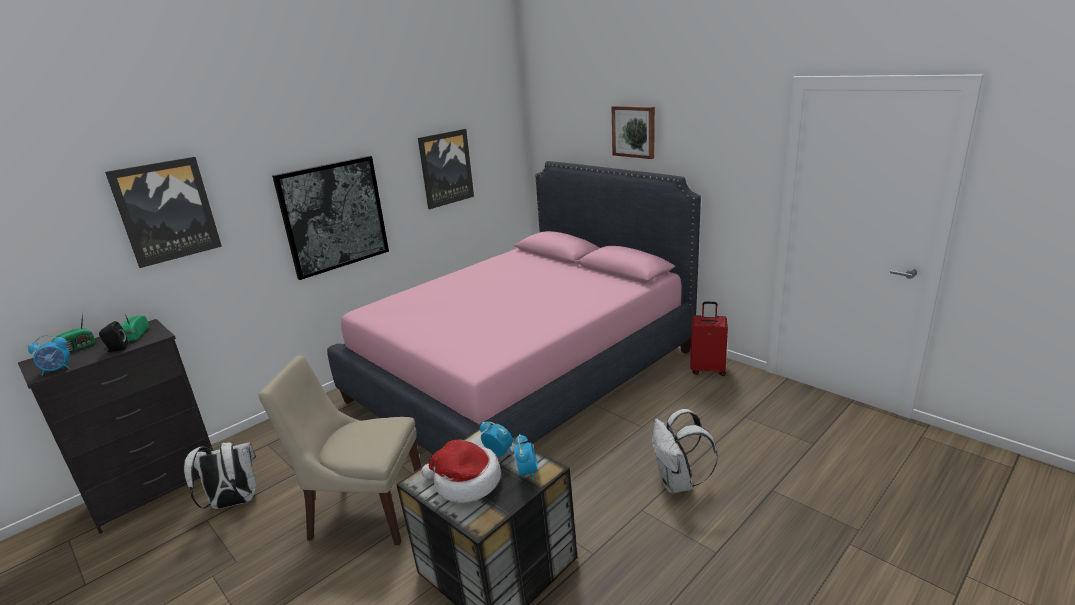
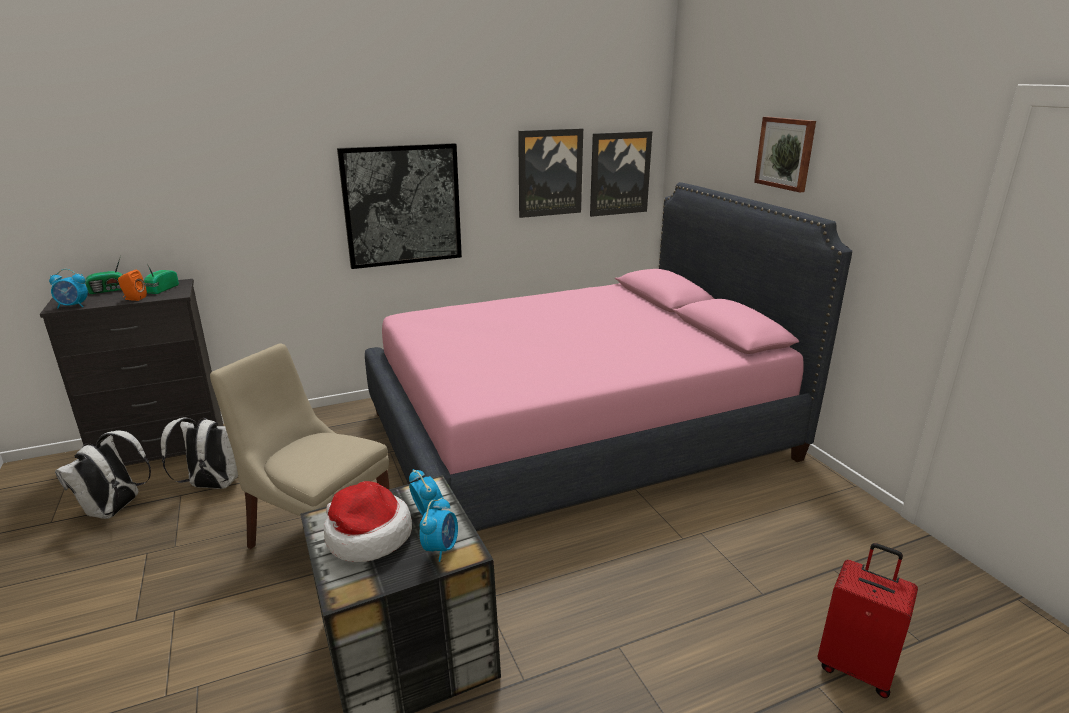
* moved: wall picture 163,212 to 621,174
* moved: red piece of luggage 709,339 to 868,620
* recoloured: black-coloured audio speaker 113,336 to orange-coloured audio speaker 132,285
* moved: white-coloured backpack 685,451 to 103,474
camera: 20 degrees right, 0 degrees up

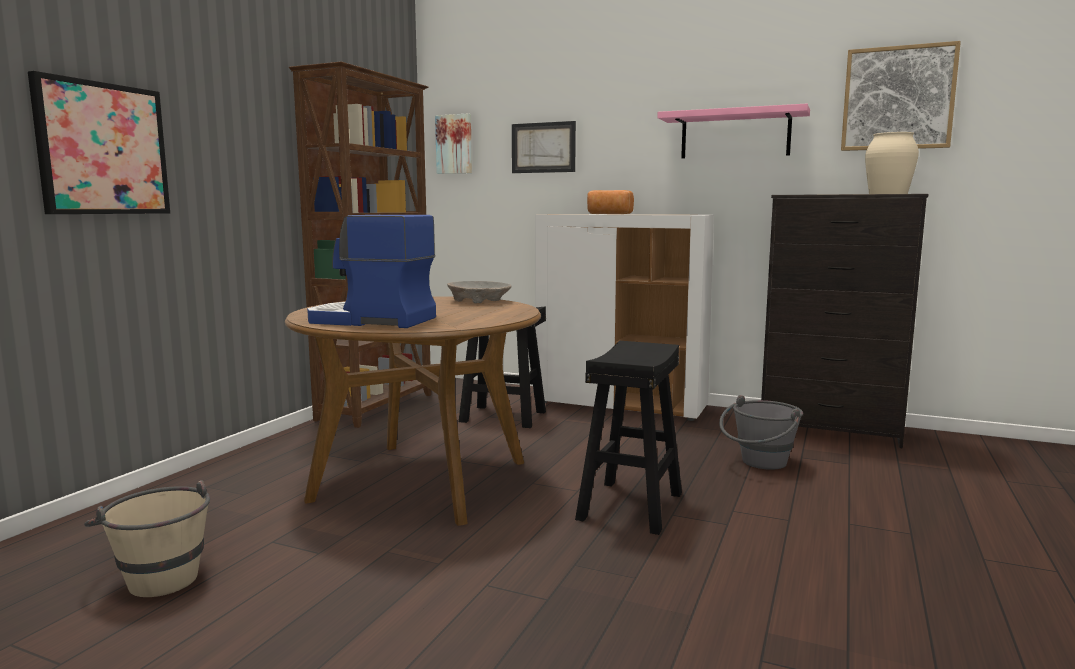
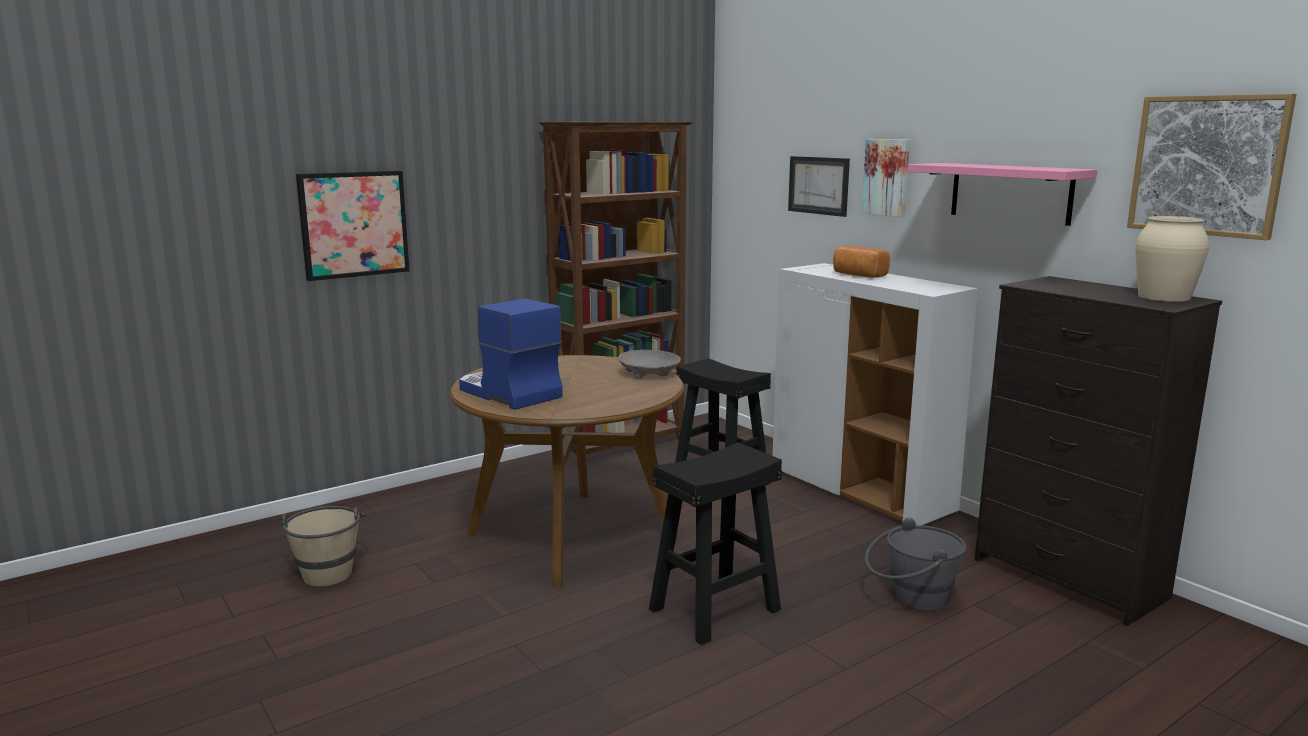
* moved: wall picture 453,144 to 886,178
camera: 30 degrees right, 5 degrees up

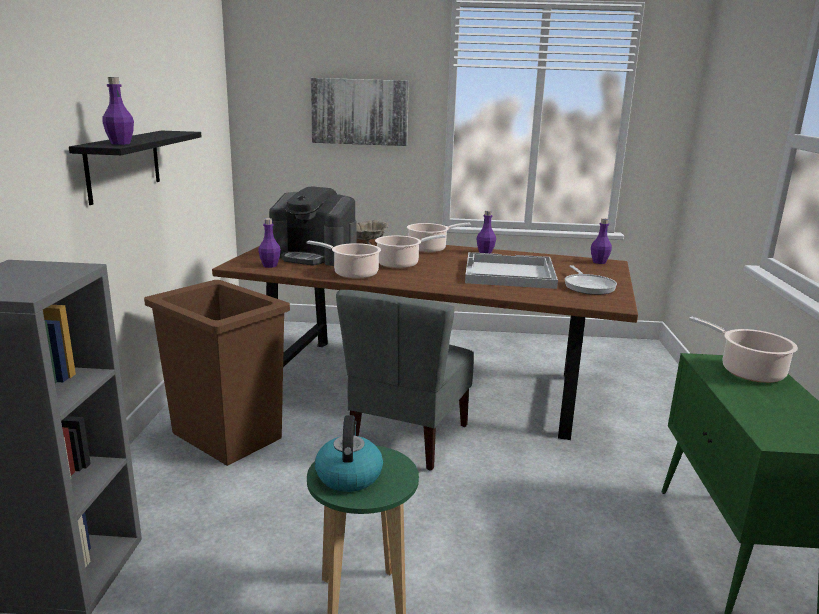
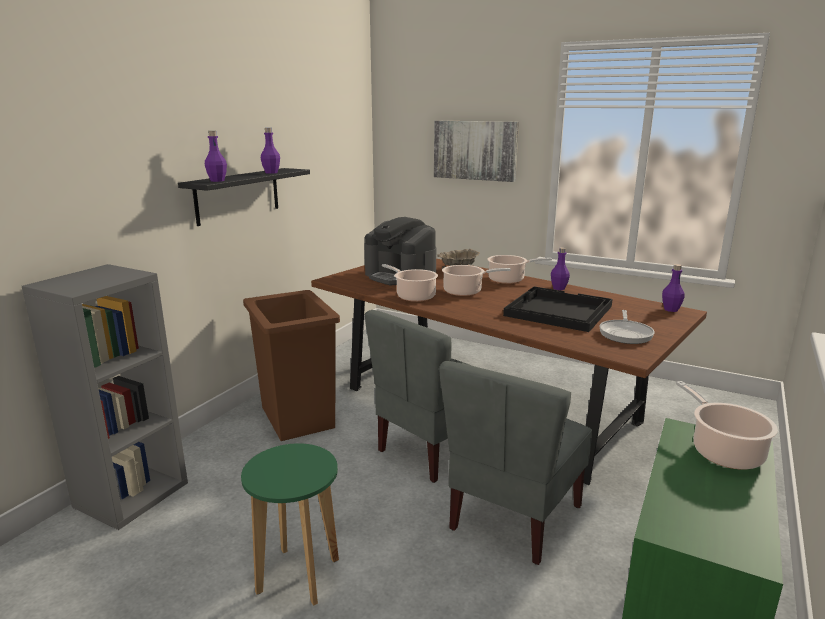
* moved: purplish drink bottle 269,243 to 270,151
* recoloured: white-coloured carrying tray 511,270 to black-coloured carrying tray 558,309
* removed: water kettle 349,453
* added: grey chair 515,463
camera: 25 degrees right, 0 degrees up

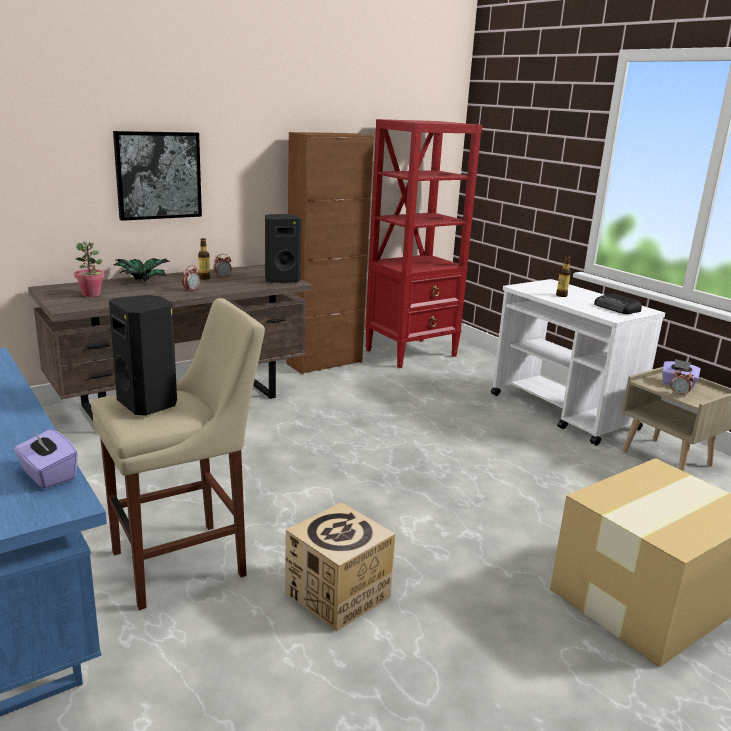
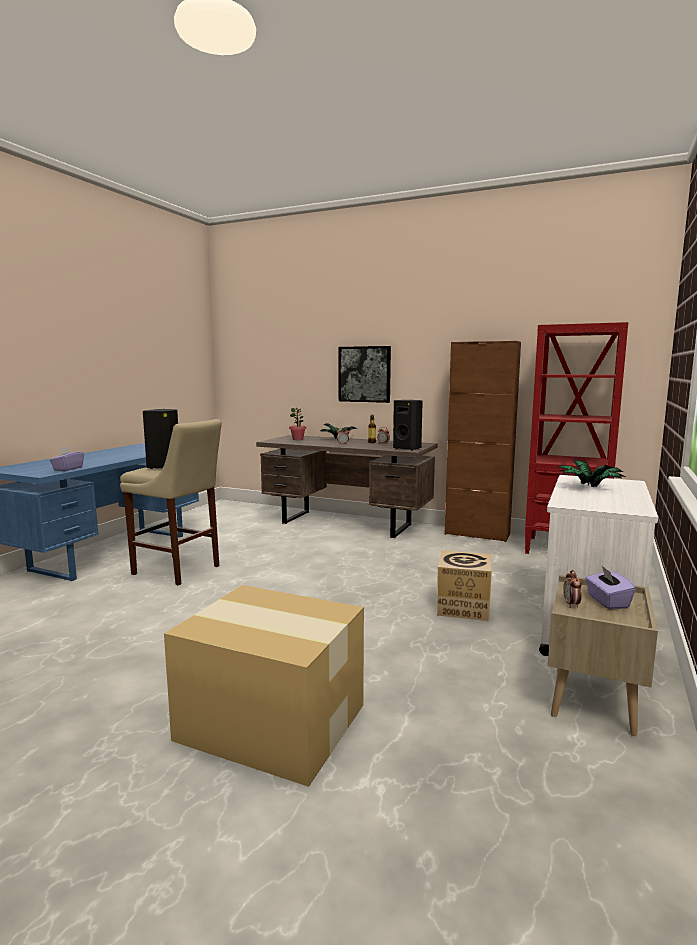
* replaced: drink bottle 563,276 to houseplant 590,473
* removed: radio receiver 618,303
* moved: cardboard box 340,566 to 464,585
camera: 60 degrees right, 10 degrees down

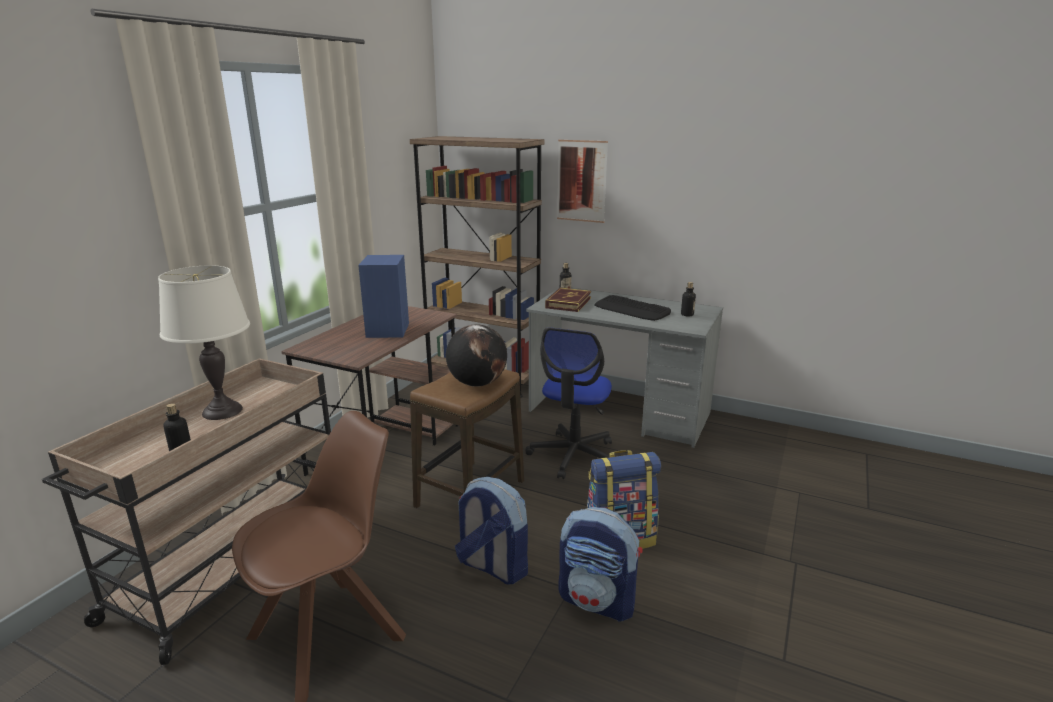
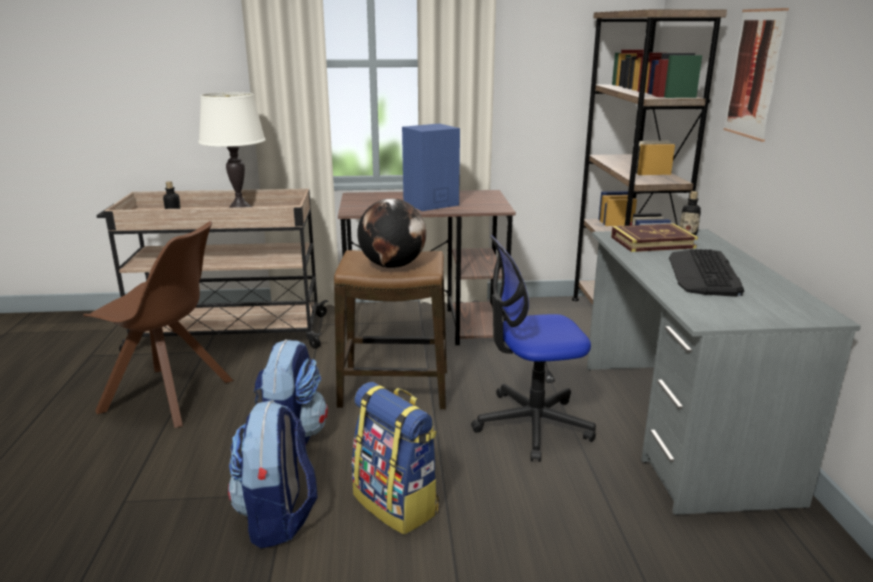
* removed: drink bottle 688,299
camera: 60 degrees right, 0 degrees up

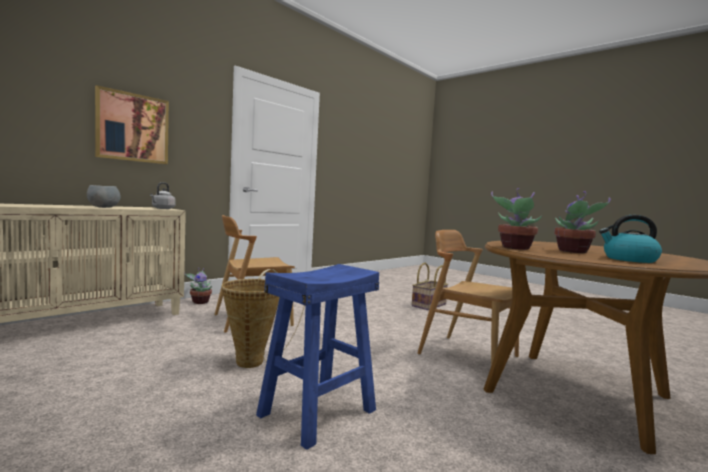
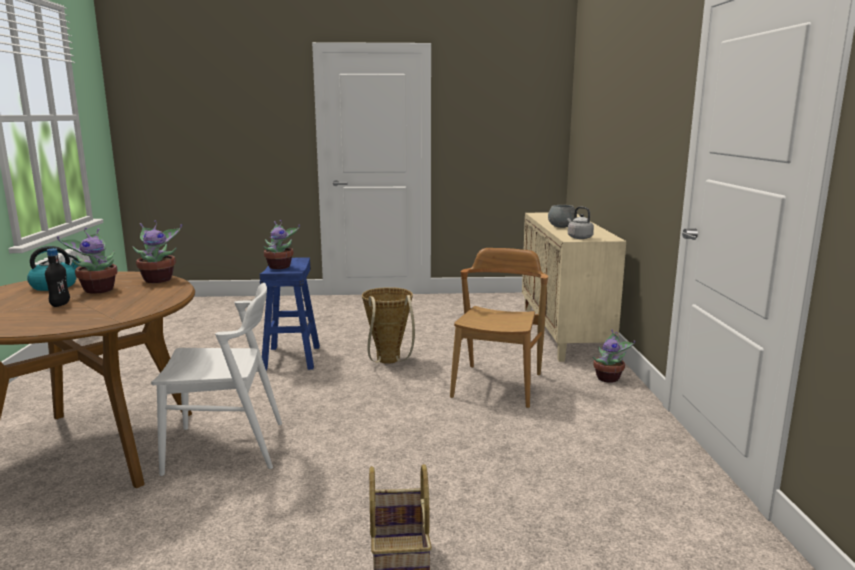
* removed: wall picture 132,124
* recoloured: brown-coloured chair 468,298 to white-coloured chair 216,379
* added: houseplant 281,244
* added: black-coloured drink bottle 57,277
camera: 135 degrees right, 10 degrees up

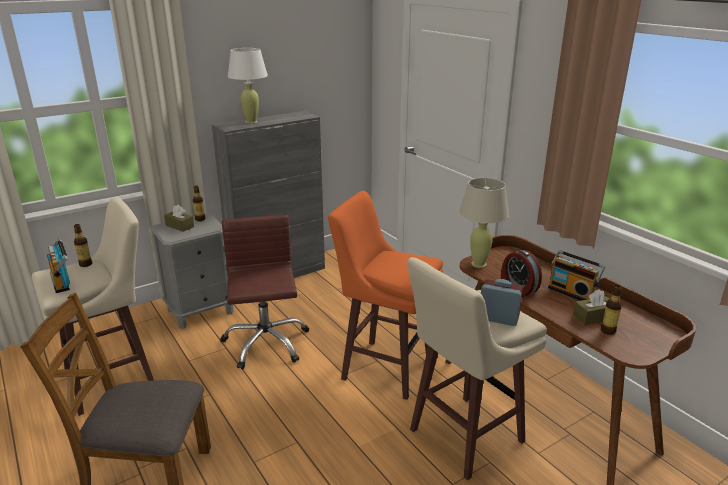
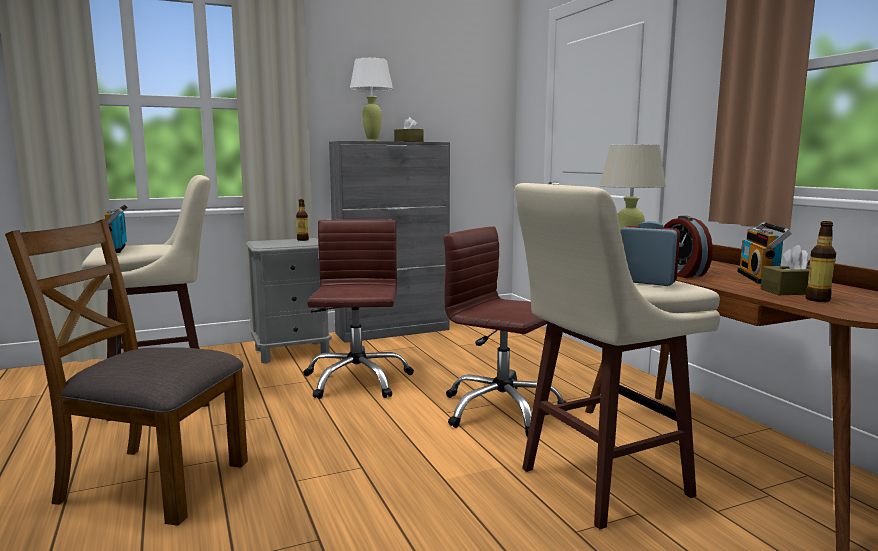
* replaced: orange-coloured stool seat 385,295 to brown-coloured computer chair 504,331
* moved: brown-coloured tissue holder 179,218 to 409,129
* removed: drink bottle 83,245
* turned: radio receiver 576,275 = 764,253 45 degrees clockwise
camera: 10 degrees right, 15 degrees down

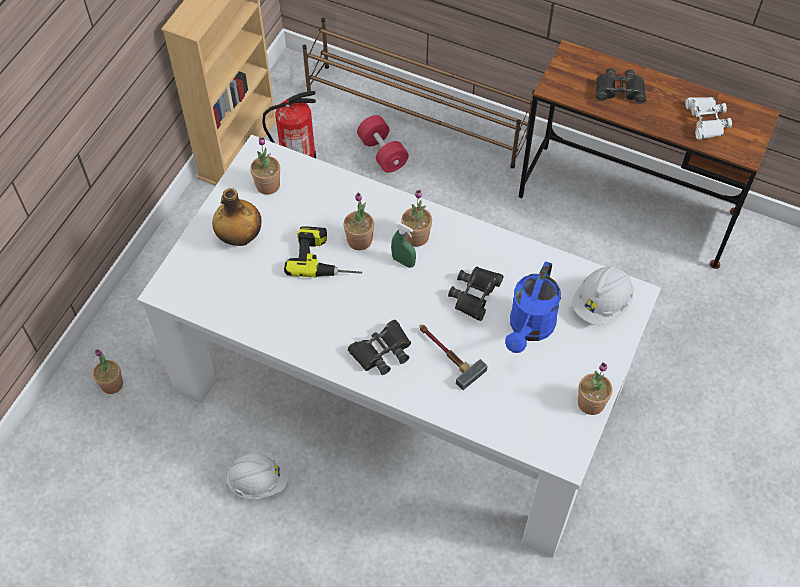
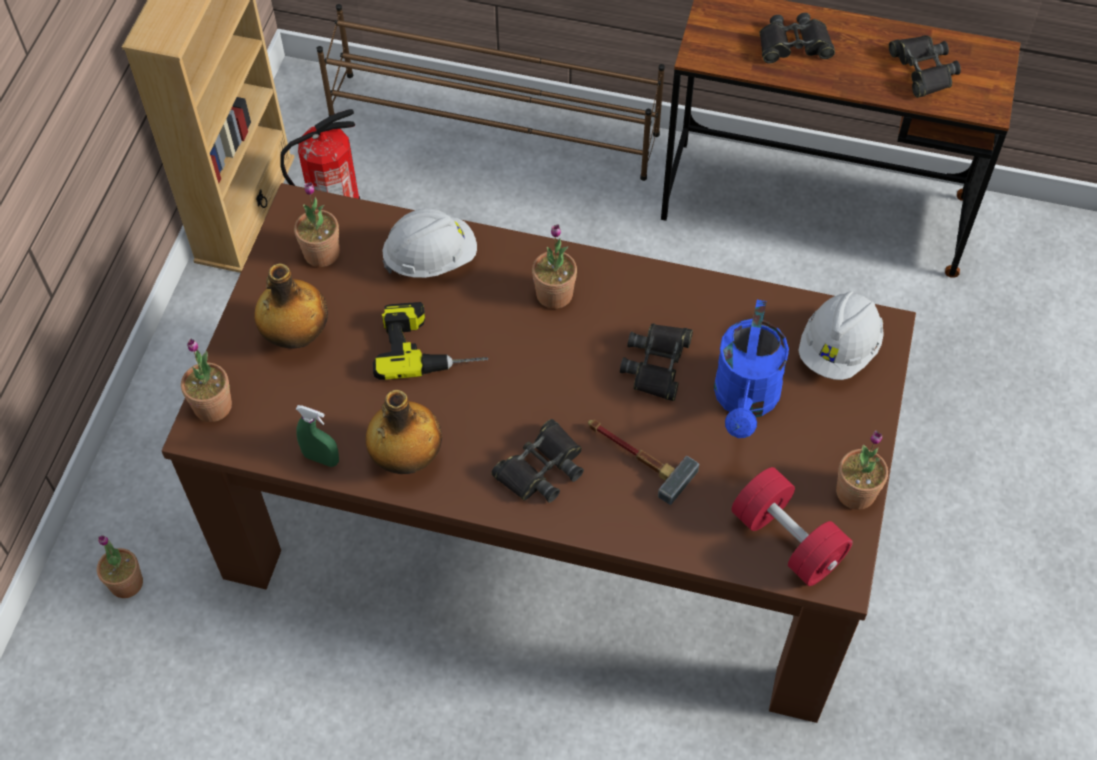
* recoloured: white-coloured pair of binoculars 708,118 to black-coloured pair of binoculars 925,66
* moved: red free weight 383,144 to 792,526
* recoloured: white-coloured dinner table 399,346 to brown-coloured dinner table 538,453
* moved: houseplant 358,221 to 206,380
* moved: greenish sprayer 403,245 to 317,436
* moved: white-coloured safety helmet 257,476 to 429,243
* added: drink bottle 404,432
camera: 10 degrees left, 0 degrees up

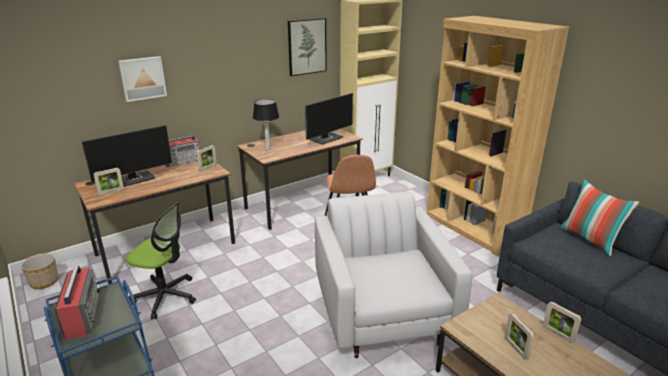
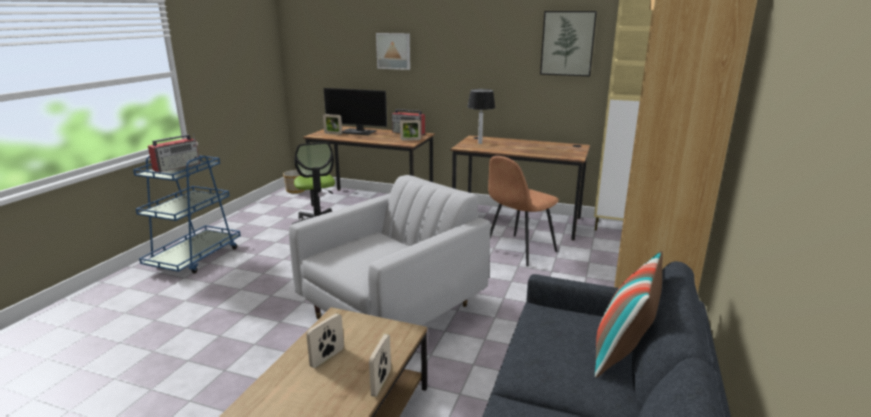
* removed: computer display 329,119
camera: 55 degrees right, 5 degrees down

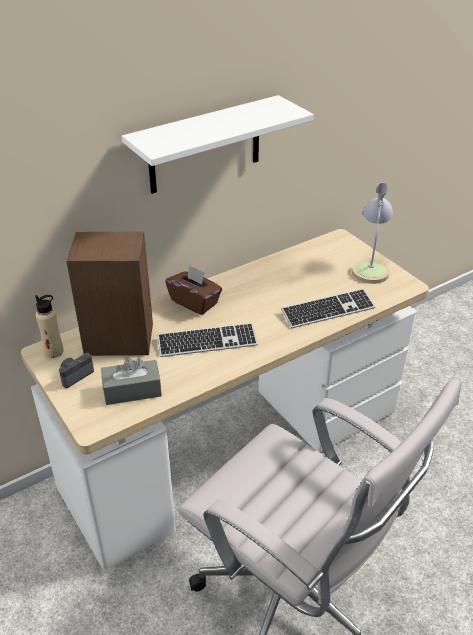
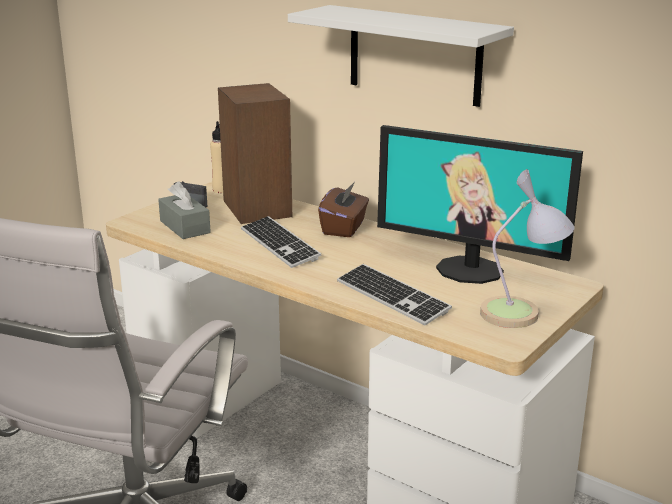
* added: computer display 480,204
camera: 70 degrees right, 15 degrees down

